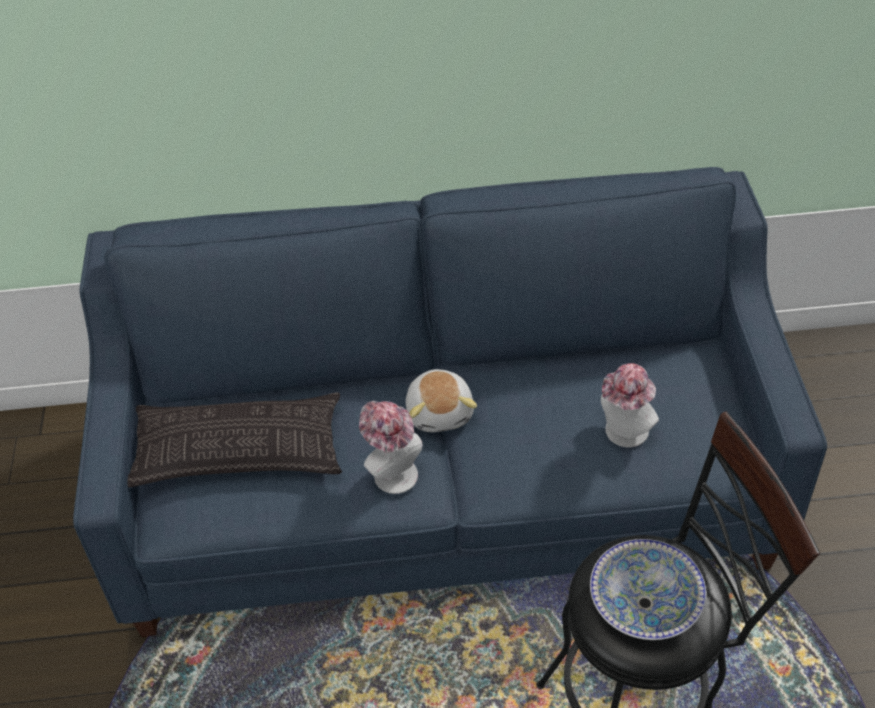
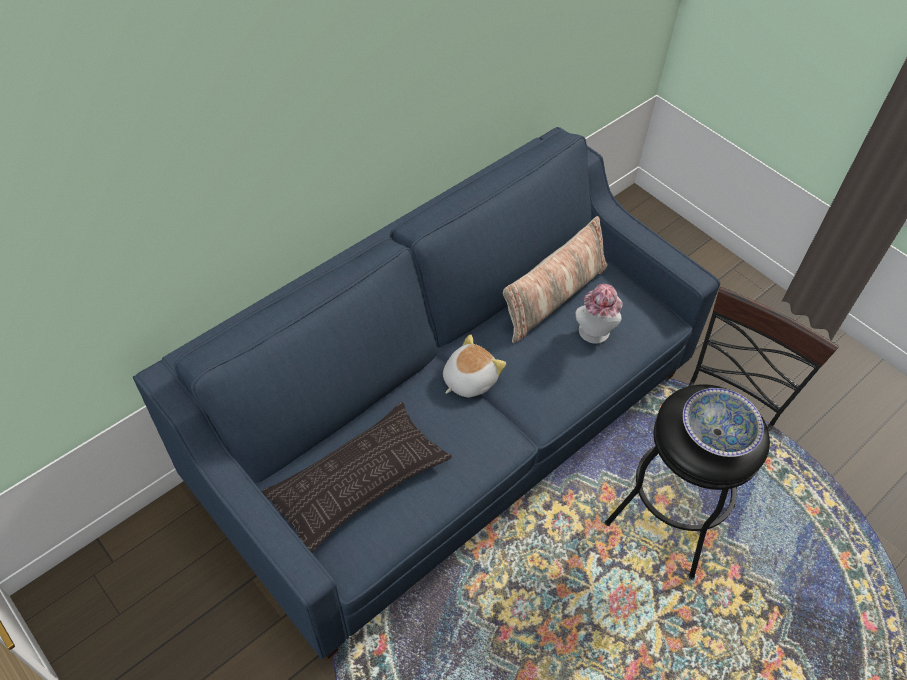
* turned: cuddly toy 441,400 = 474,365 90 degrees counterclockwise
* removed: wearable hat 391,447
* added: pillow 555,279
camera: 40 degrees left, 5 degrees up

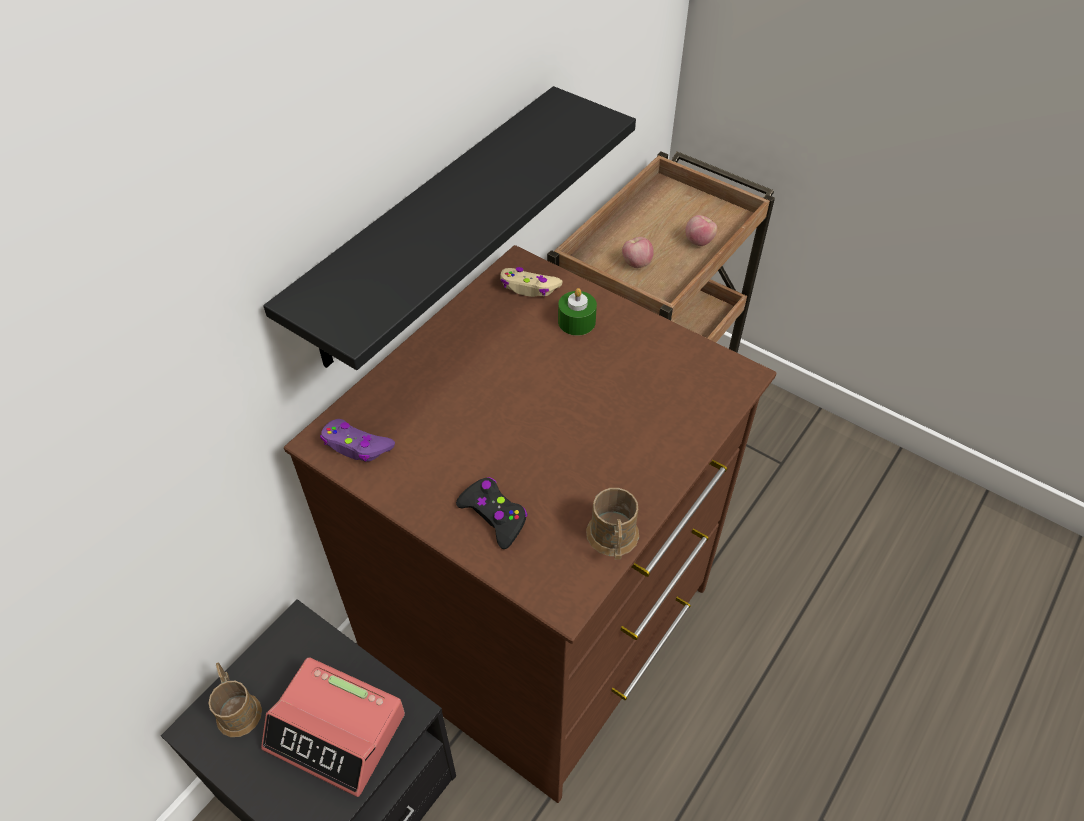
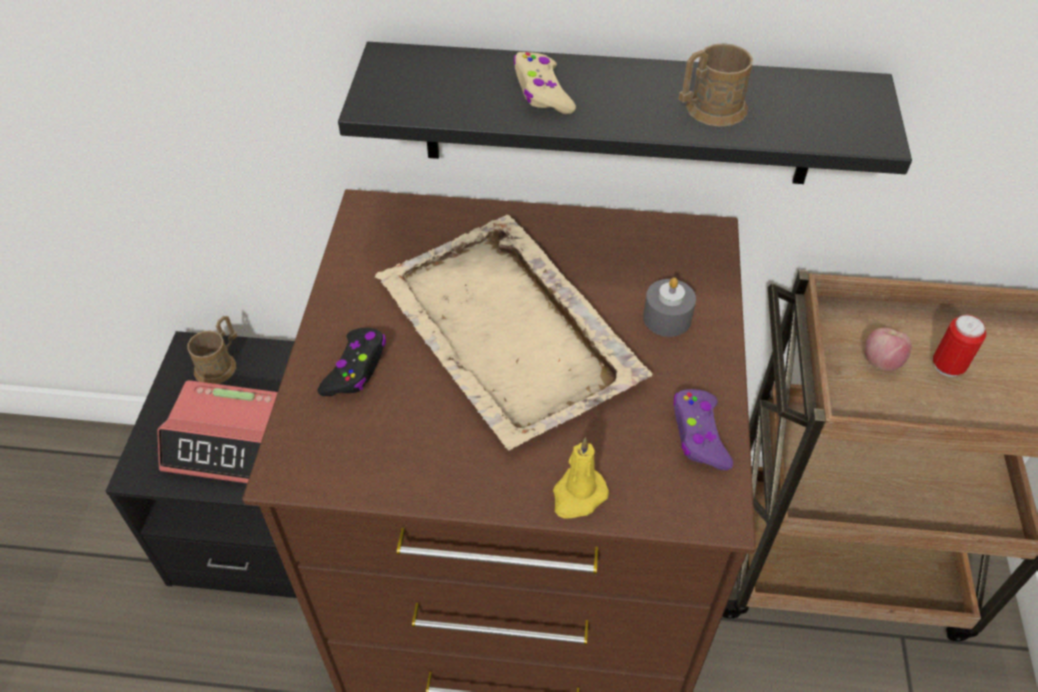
* removed: apple 701,230
* moved: sand-coloured game controller 531,282 to 544,83
* recoloured: greenish candle 577,312 to grey candle 669,307
* moved: purplish game controller 357,440 to 703,429
* moved: brown-coloured tea mug 612,523 to 715,85
* turned: alarm clock 333,727 = 217,431 75 degrees counterclockwise
* added: sand-coloured carrying tray 513,332
* added: sealed can 959,346
* added: yellow-coloured candle 581,478
camera: 60 degrees right, 0 degrees up

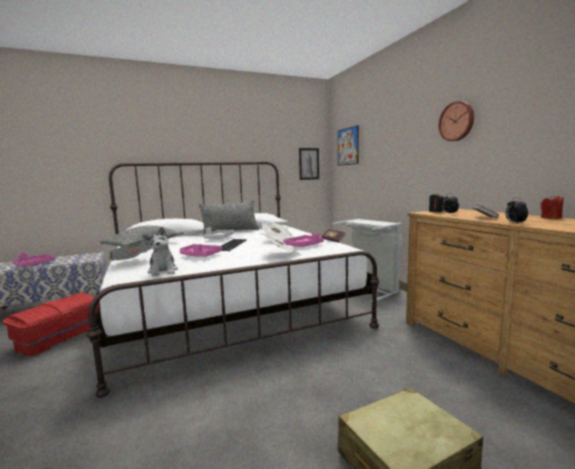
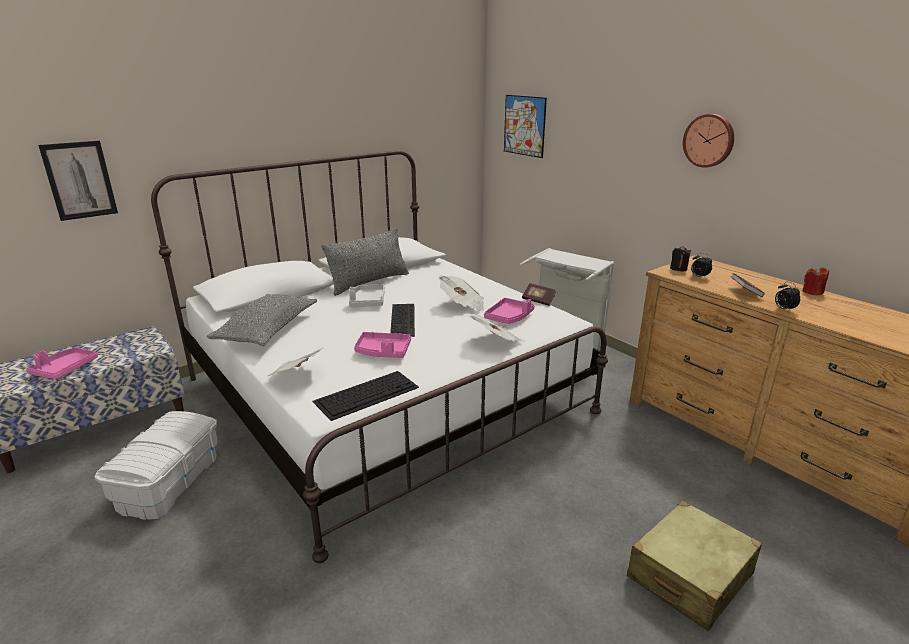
* moved: wall picture 309,164 to 78,181
* replaced: cuddly toy 160,252 to computer keyboard 366,396
* recoloured: red storage container 51,324 to white-coloured storage container 156,465
camera: 15 degrees left, 15 degrees up

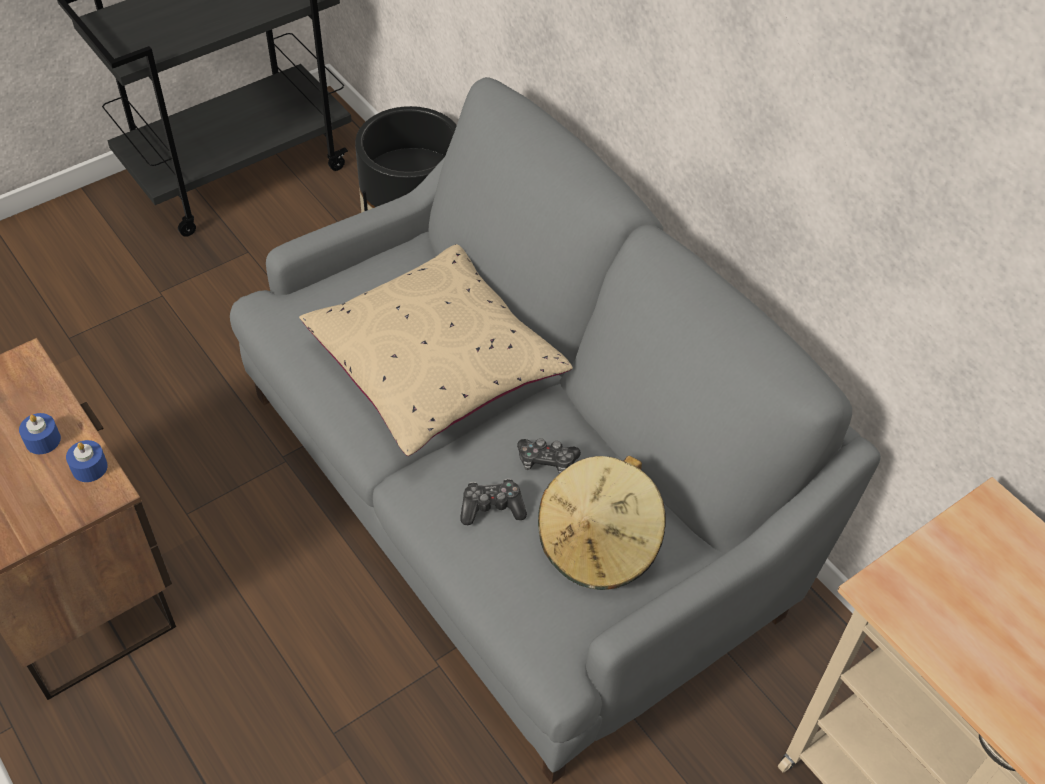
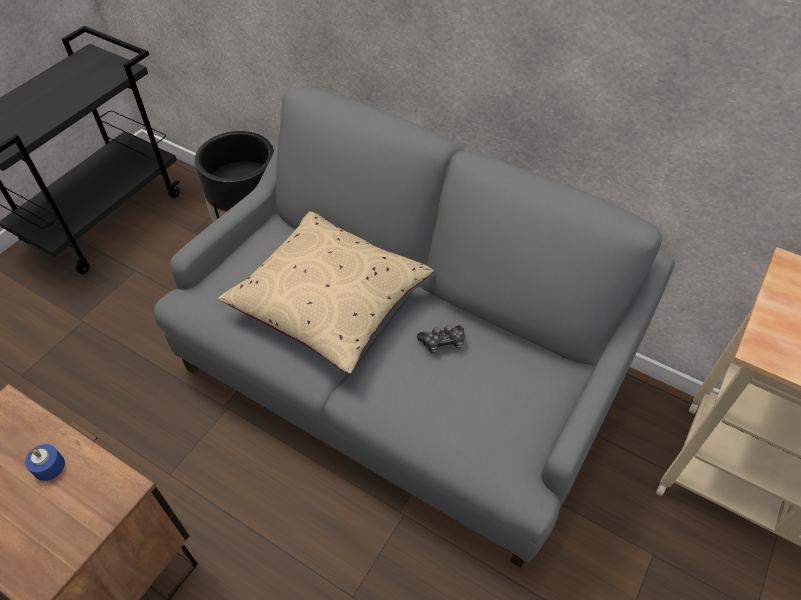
* removed: bluish candle 87,461
* removed: sand-coloured wearable hat 602,523
* removed: game controller 494,501
camera: 20 degrees left, 0 degrees up

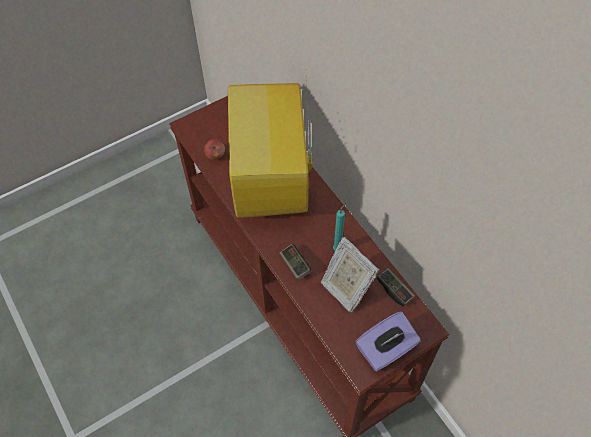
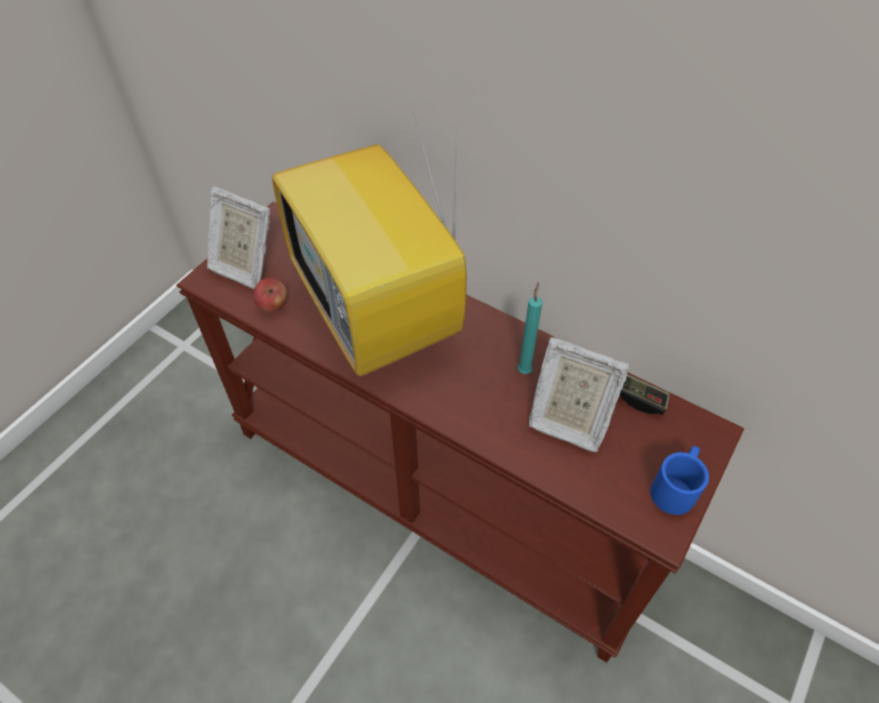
* removed: game controller 295,262
* replaced: purplish tissue holder 388,341 to bluish tea mug 680,480
* added: picture frame 238,238
camera: 25 degrees left, 5 degrees down

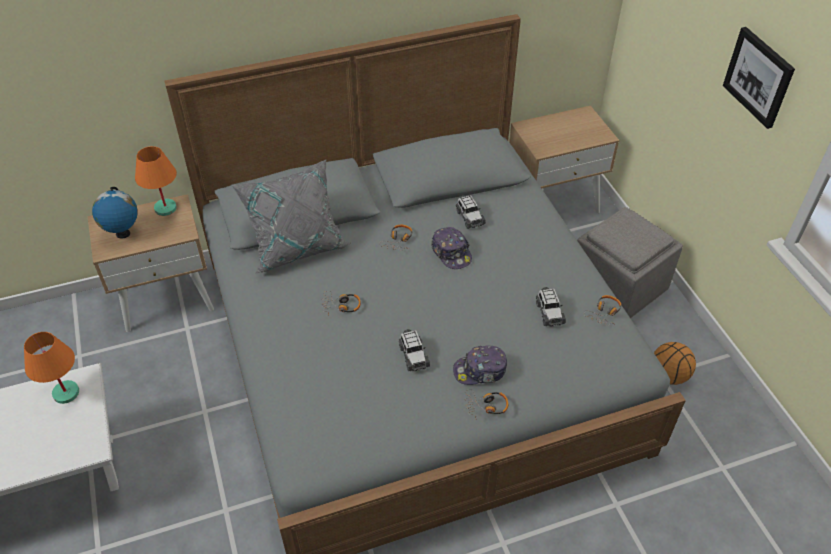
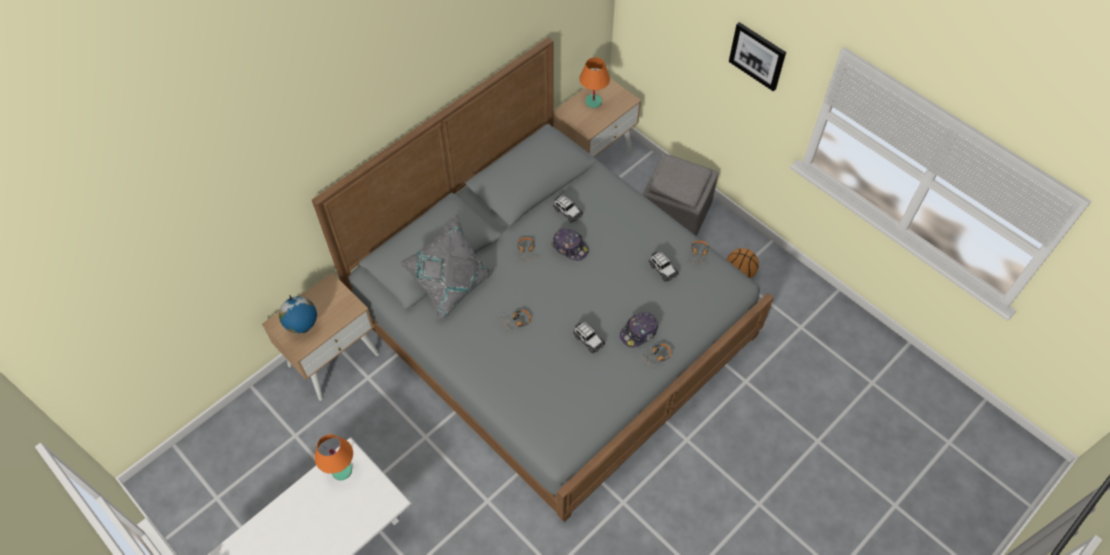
* moved: orange-coloured lamp for a table 156,181 to 594,82
camera: 25 degrees left, 10 degrees up

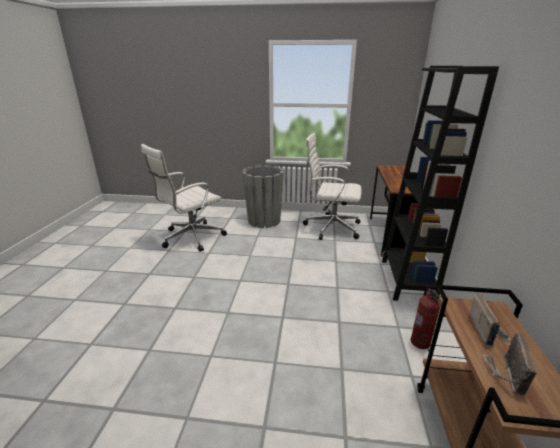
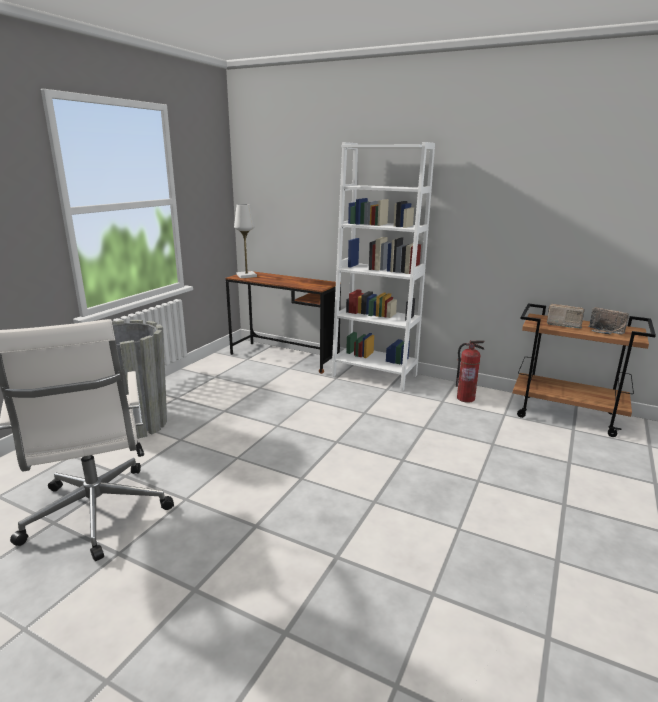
* recoloured: black-coloured shelving unit 440,183 to white-coloured shelving unit 383,267
* removed: white-coloured computer chair 332,186
* added: white-coloured lamp for a table 245,241
camera: 70 degrees left, 5 degrees down

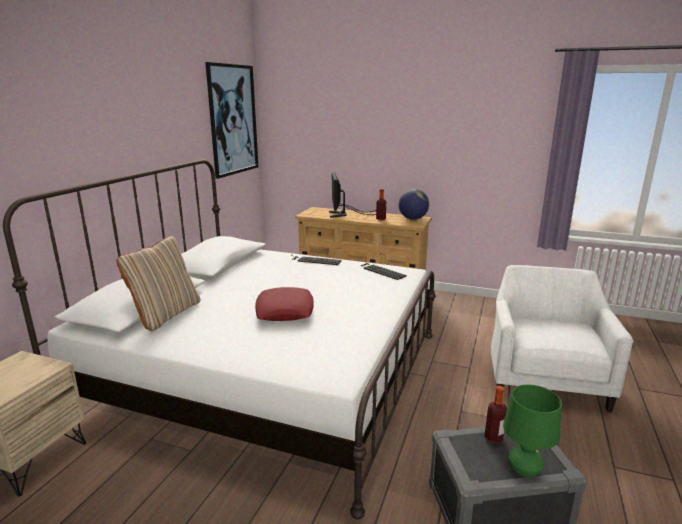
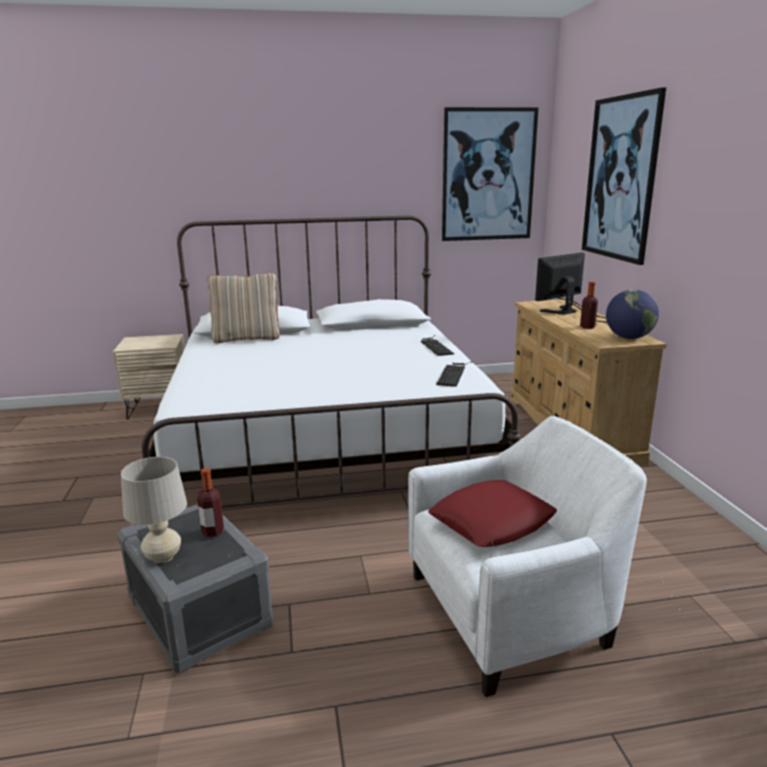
* moved: red pillow 284,304 to 492,513
* recoloured: greenish lamp for a table 532,431 to sand-coloured lamp for a table 154,510
* added: wall picture 624,176
camera: 60 degrees right, 0 degrees up

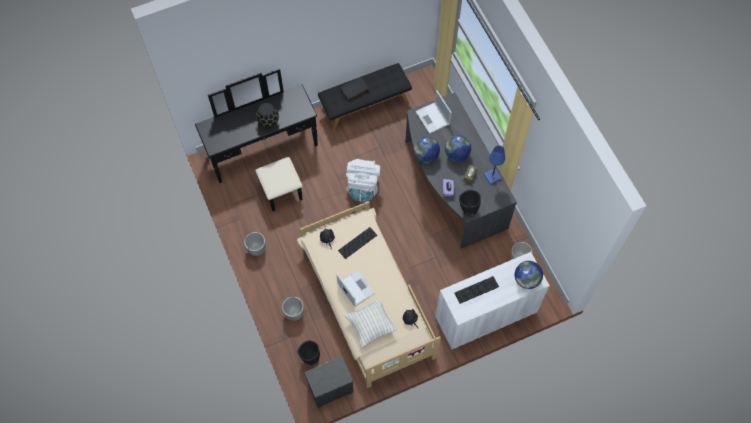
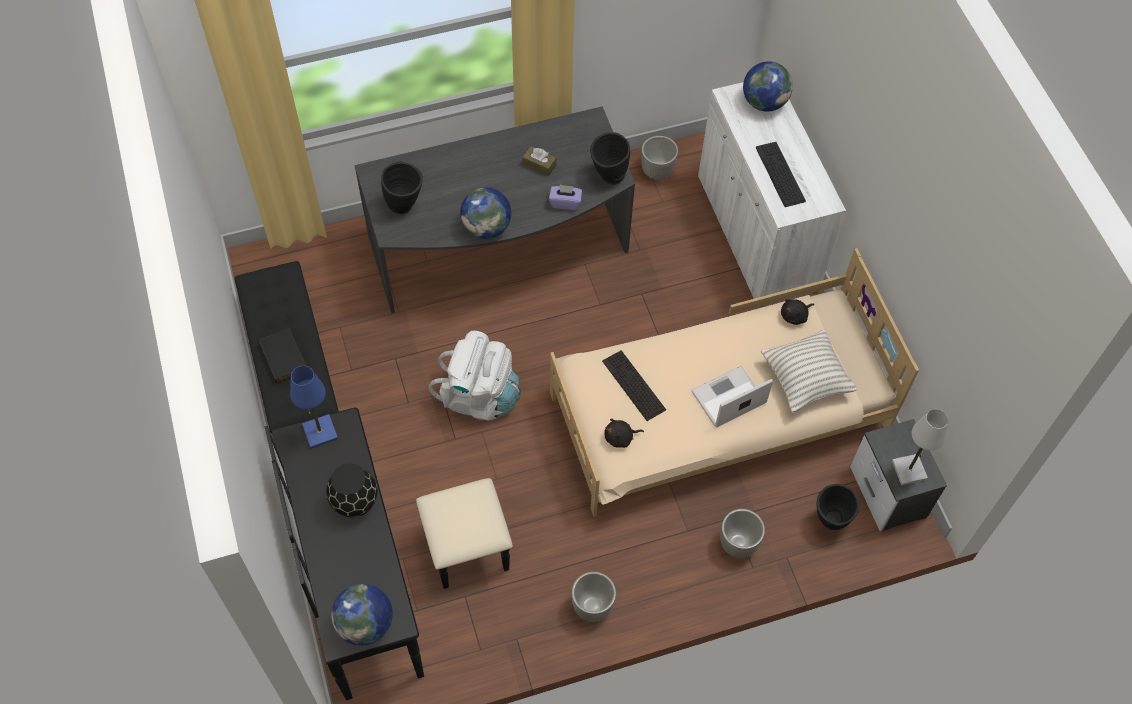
* replaced: portable computer 434,112 to black-coloured flower vase 402,188
* moved: world globe 458,148 to 362,614
* moved: bluish lamp for a table 494,165 to 314,407
* added: white-coloured lamp for a table 920,447
camera: 85 degrees left, 5 degrees down

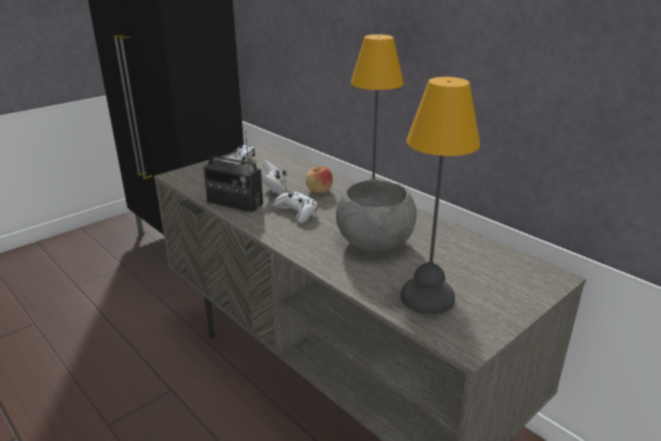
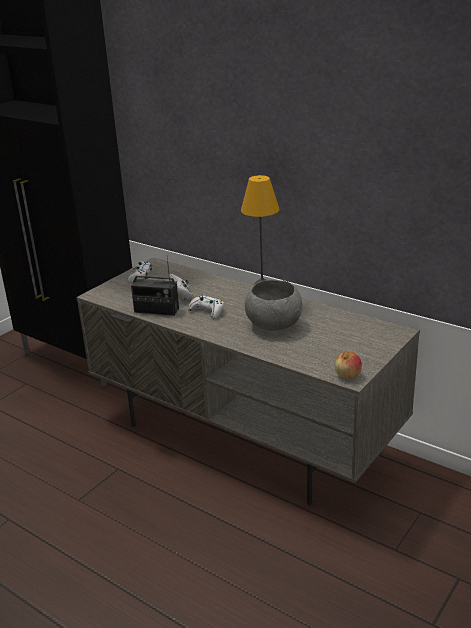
* removed: lamp for a table 440,195
* moved: apple 319,180 to 348,365
camera: 10 degrees left, 0 degrees up

